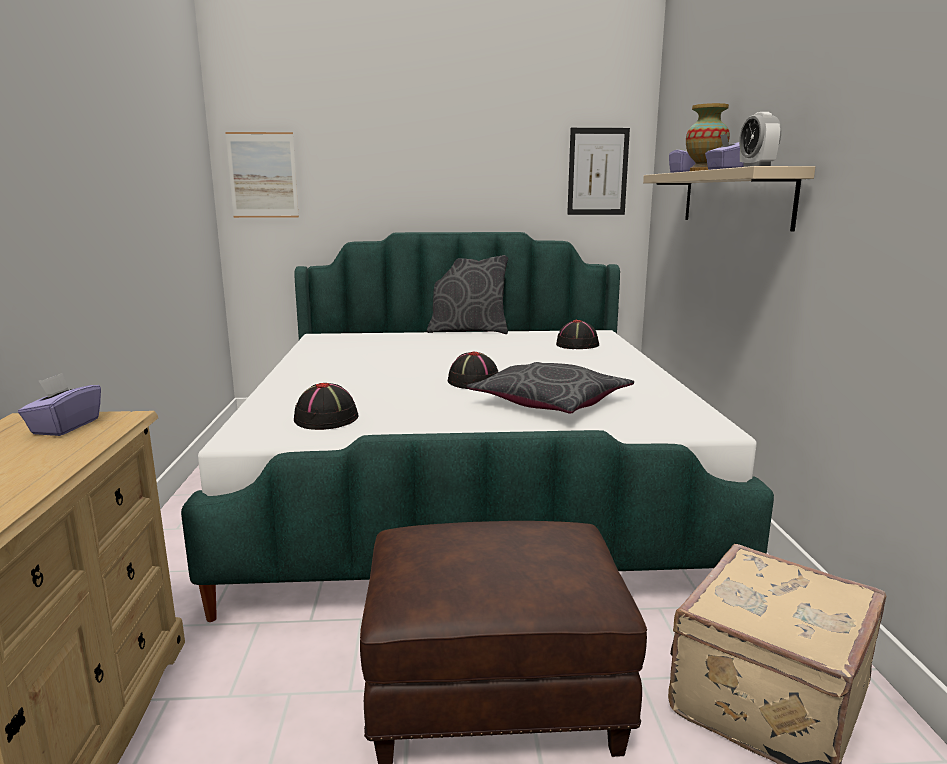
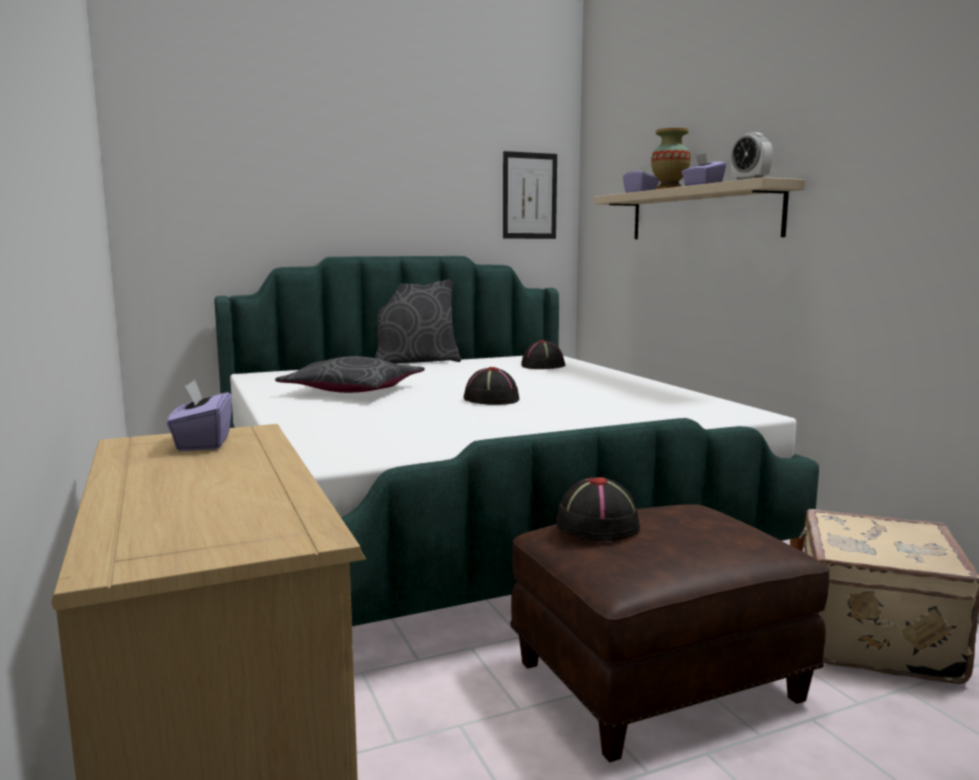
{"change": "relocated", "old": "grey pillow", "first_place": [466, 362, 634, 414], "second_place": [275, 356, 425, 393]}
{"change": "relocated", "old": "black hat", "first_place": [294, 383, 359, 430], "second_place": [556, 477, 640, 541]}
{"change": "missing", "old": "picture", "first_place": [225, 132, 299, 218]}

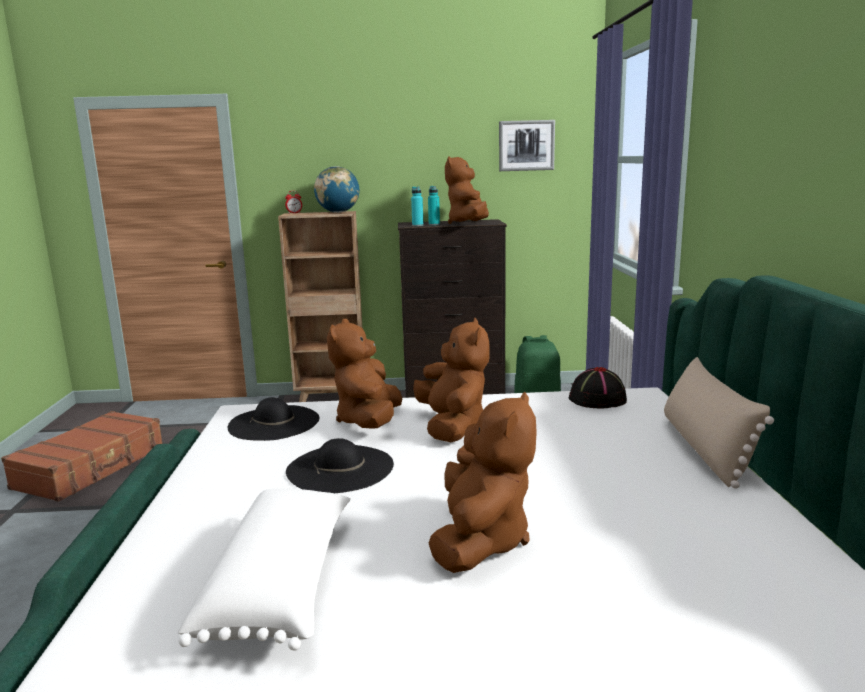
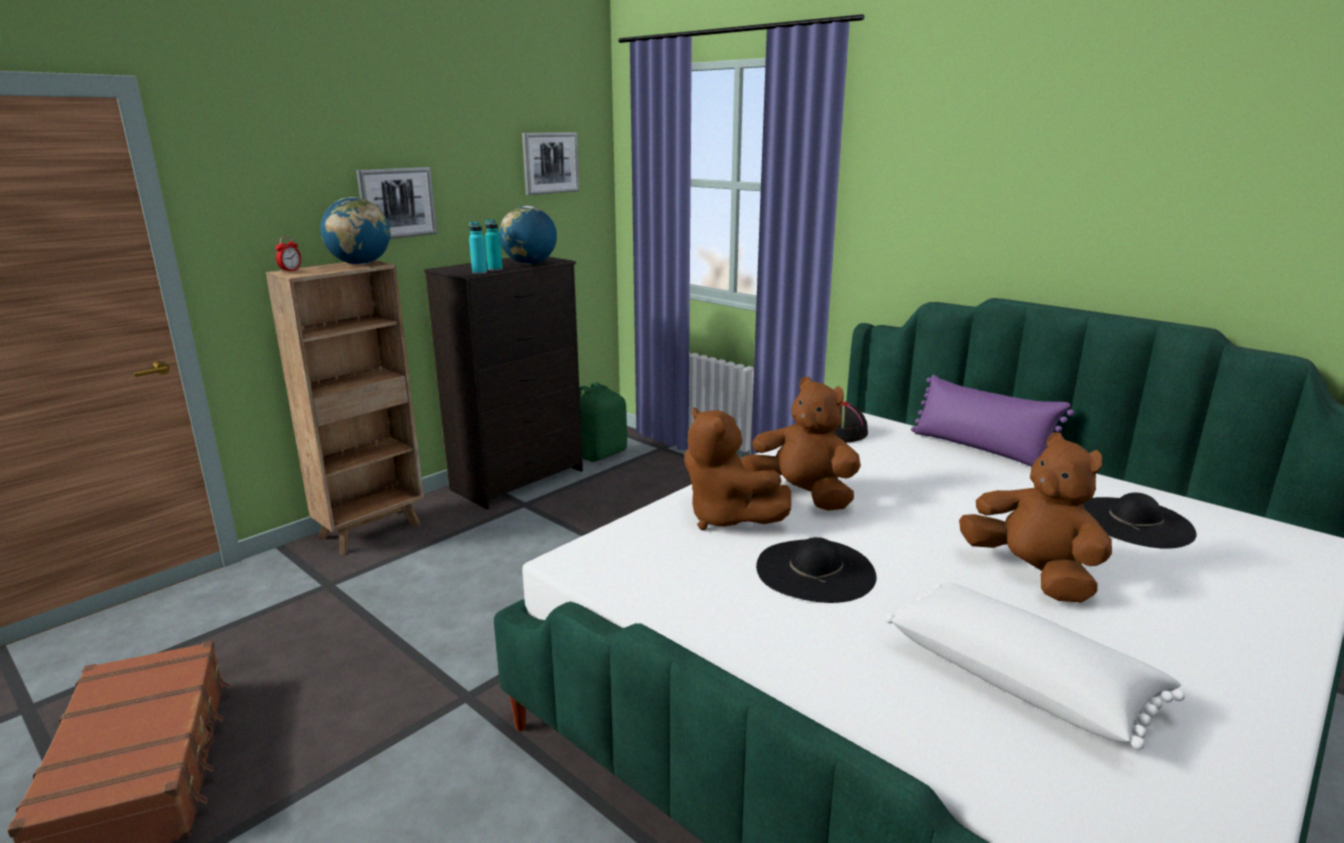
{"change": "appeared", "new": "picture", "second_place": [356, 167, 437, 239]}
{"change": "exchanged", "old": "brown plush toy", "new": "globe", "first_place": [445, 156, 489, 224], "second_place": [499, 206, 557, 264]}
{"change": "colour", "old": "beige pillow", "new": "purple pillow", "first_place": [664, 357, 774, 489], "second_place": [911, 375, 1074, 467]}
{"change": "relocated", "old": "black hat", "first_place": [228, 397, 320, 441], "second_place": [1083, 492, 1196, 549]}

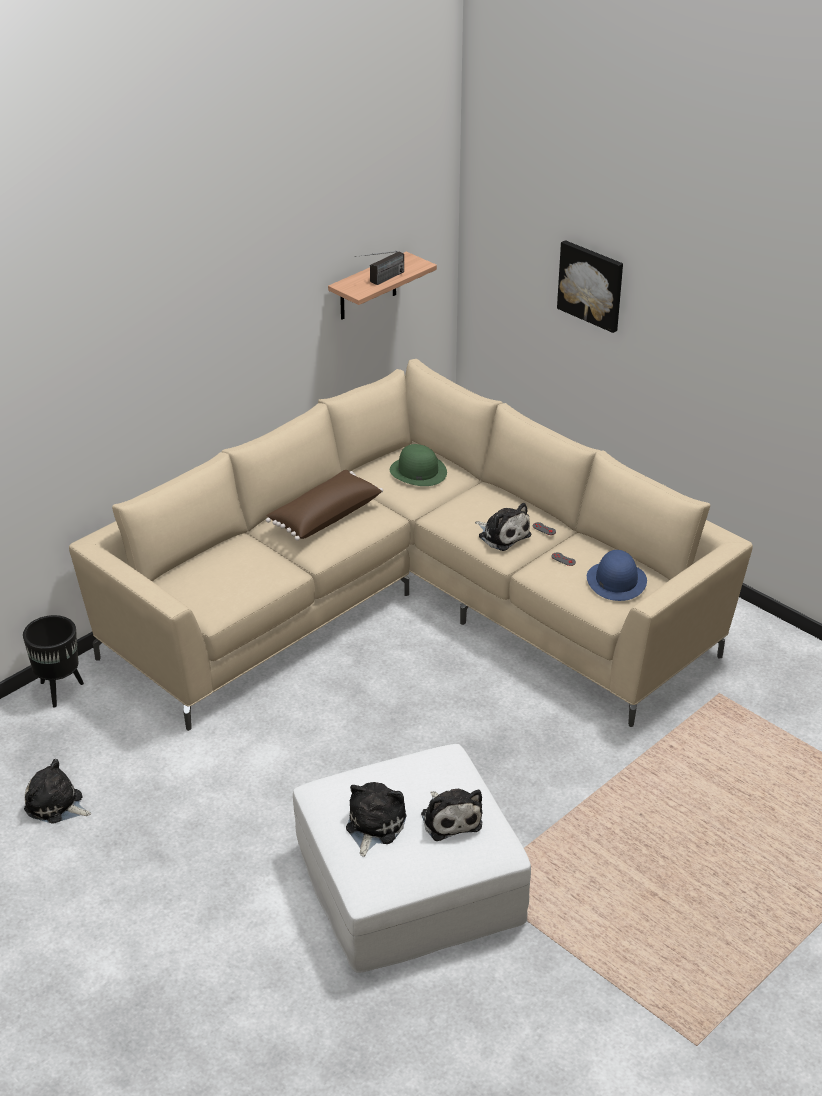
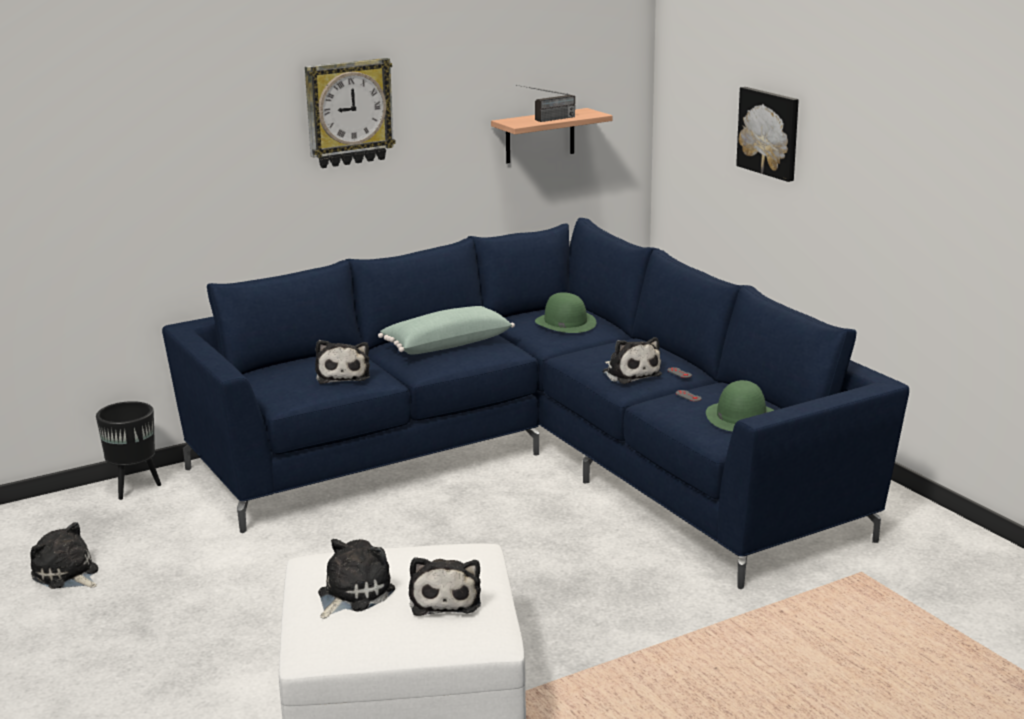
{"change": "colour", "old": "beige sofa", "new": "blue sofa", "first_place": [69, 359, 753, 731], "second_place": [162, 218, 909, 589]}
{"change": "appeared", "new": "wall clock", "second_place": [305, 58, 396, 168]}
{"change": "appeared", "new": "plush toy", "second_place": [315, 340, 370, 384]}
{"change": "colour", "old": "brown pillow", "new": "green pillow", "first_place": [266, 470, 383, 541], "second_place": [378, 306, 515, 355]}
{"change": "colour", "old": "blue hat", "new": "green hat", "first_place": [587, 550, 647, 601], "second_place": [706, 380, 774, 432]}

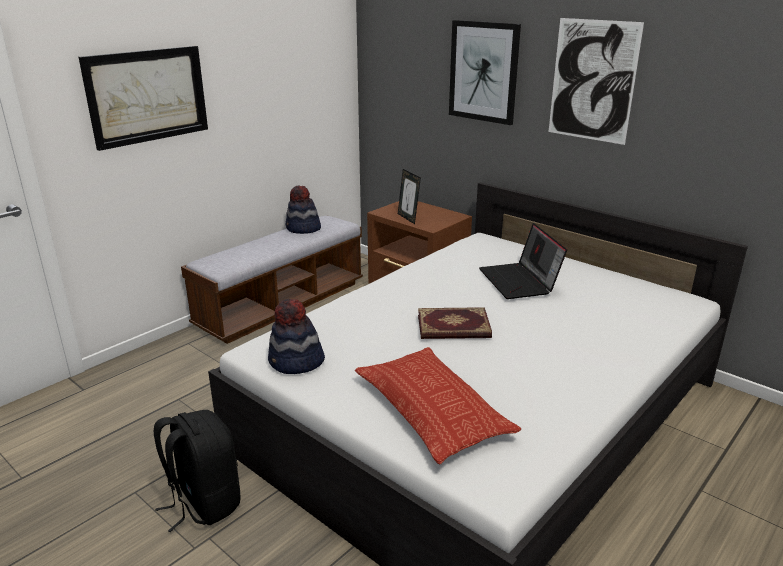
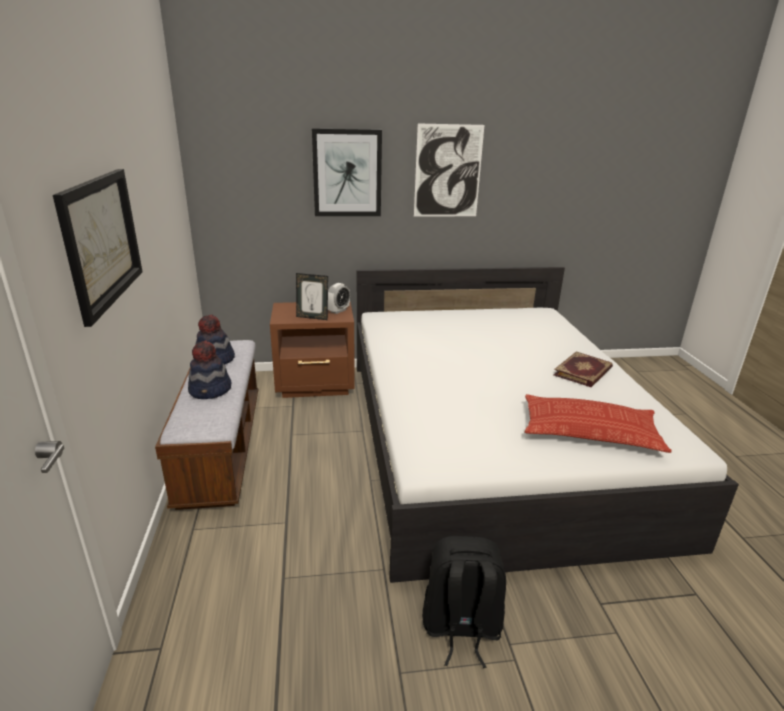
{"change": "relocated", "old": "hat", "first_place": [268, 299, 325, 374], "second_place": [188, 340, 231, 399]}
{"change": "appeared", "new": "alarm clock", "second_place": [328, 283, 350, 314]}
{"change": "relocated", "old": "book", "first_place": [418, 307, 492, 339], "second_place": [554, 351, 613, 387]}
{"change": "missing", "old": "laptop", "first_place": [479, 223, 567, 299]}

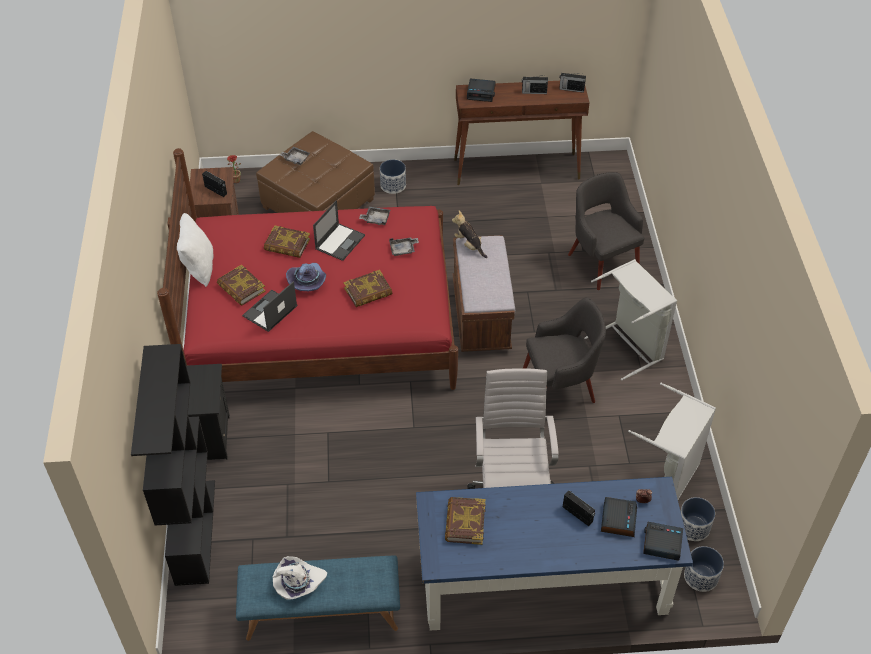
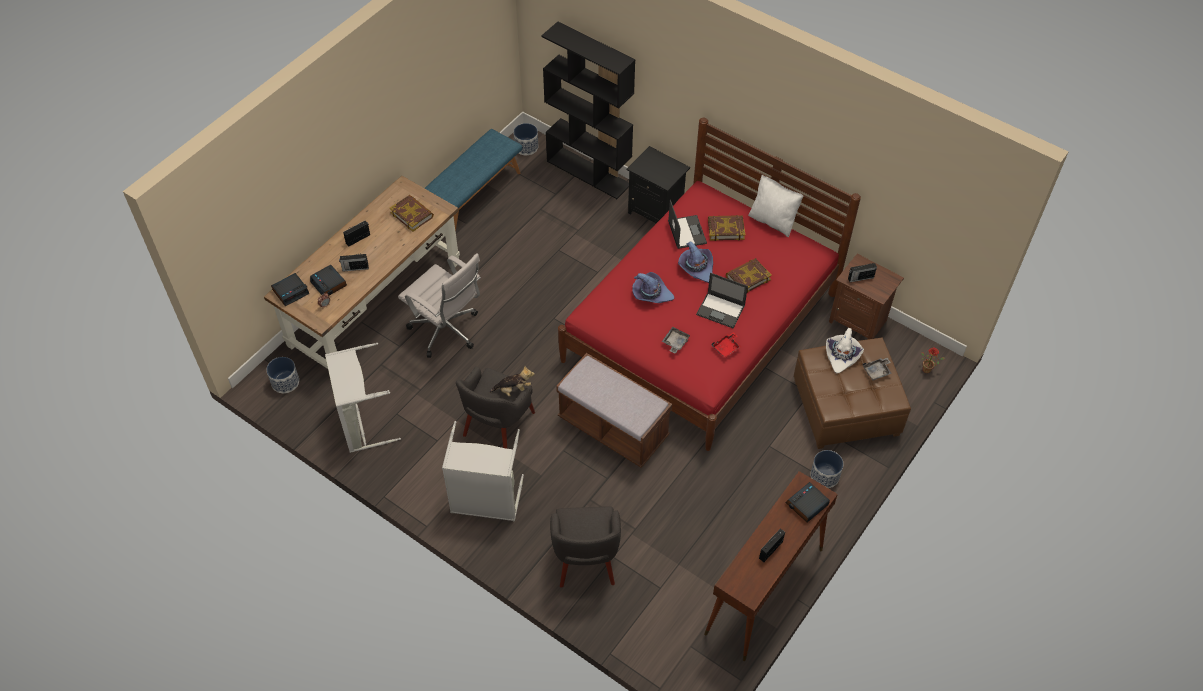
{"change": "colour", "old": "blue desk", "new": "brown desk", "first_place": [416, 477, 693, 631], "second_place": [264, 176, 460, 369]}
{"change": "relocated", "old": "radio", "first_place": [559, 73, 586, 93], "second_place": [343, 221, 370, 247]}
{"change": "relocated", "old": "plush toy", "first_place": [452, 211, 487, 258], "second_place": [489, 366, 535, 397]}
{"change": "relocated", "old": "planter", "first_place": [681, 497, 715, 541], "second_place": [513, 123, 538, 155]}
{"change": "spun", "old": "grey armchair", "first_place": [568, 172, 644, 290], "second_place": [550, 506, 621, 588], "degrees": 75}
{"change": "exchanged", "old": "book", "new": "purple hat", "first_place": [344, 270, 392, 307], "second_place": [632, 272, 674, 303]}
{"change": "spun", "old": "laptop", "first_place": [313, 200, 365, 261], "second_place": [696, 273, 748, 328], "degrees": -45}
{"change": "colour", "old": "grey tray", "new": "red tray", "first_place": [359, 207, 390, 225], "second_place": [712, 332, 742, 358]}
{"change": "relocated", "old": "white hat", "first_place": [273, 556, 327, 600], "second_place": [826, 328, 864, 374]}

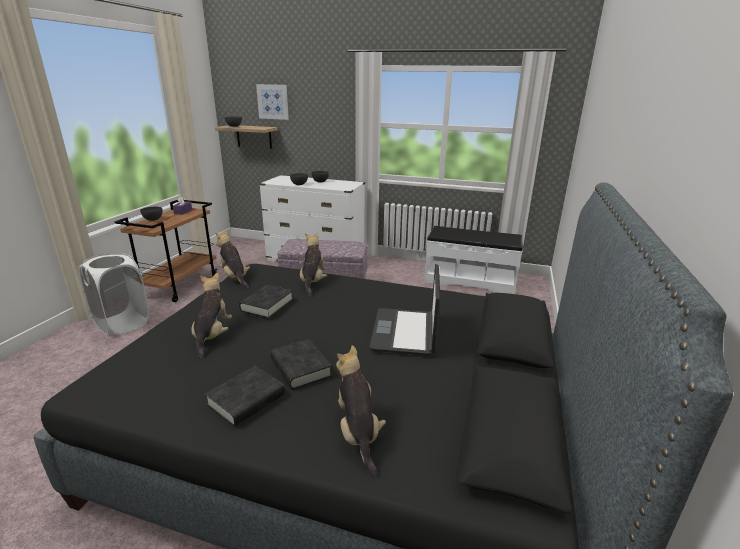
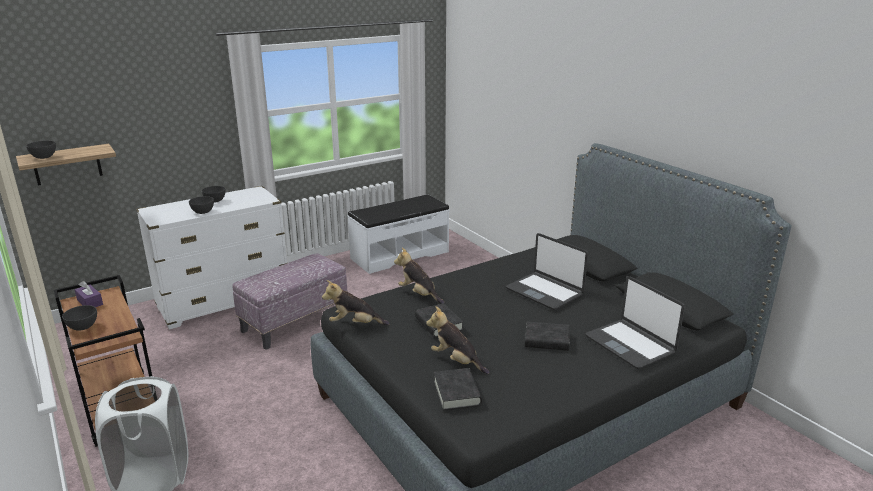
{"change": "relocated", "old": "black book", "first_place": [205, 366, 285, 427], "second_place": [434, 368, 482, 411]}
{"change": "exchanged", "old": "plush toy", "new": "laptop", "first_place": [336, 345, 386, 476], "second_place": [586, 276, 685, 369]}
{"change": "missing", "old": "picture", "first_place": [256, 84, 289, 120]}

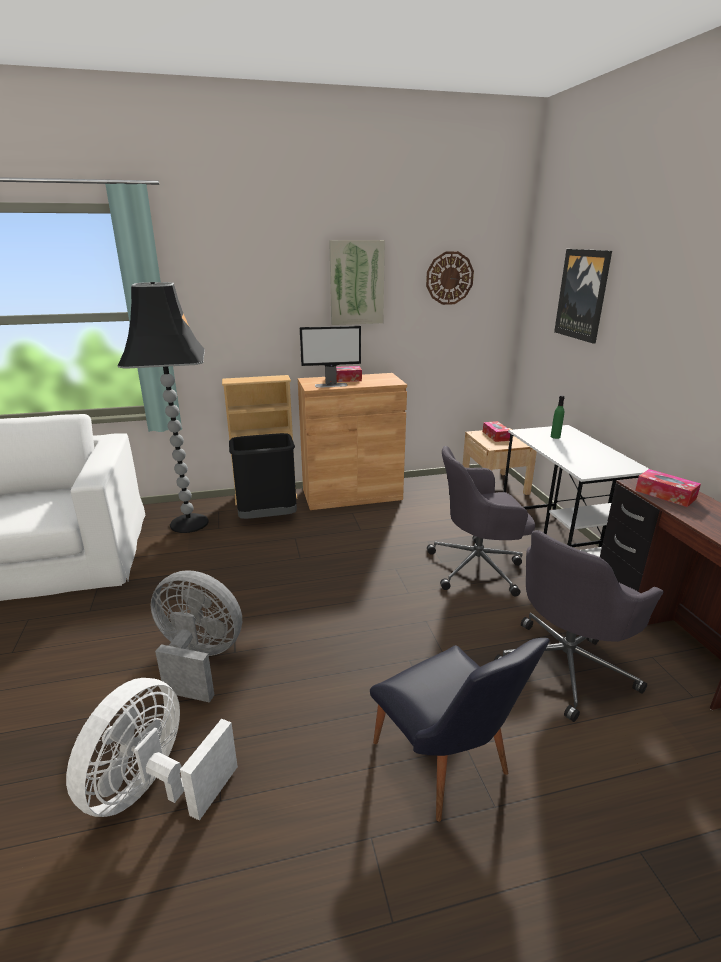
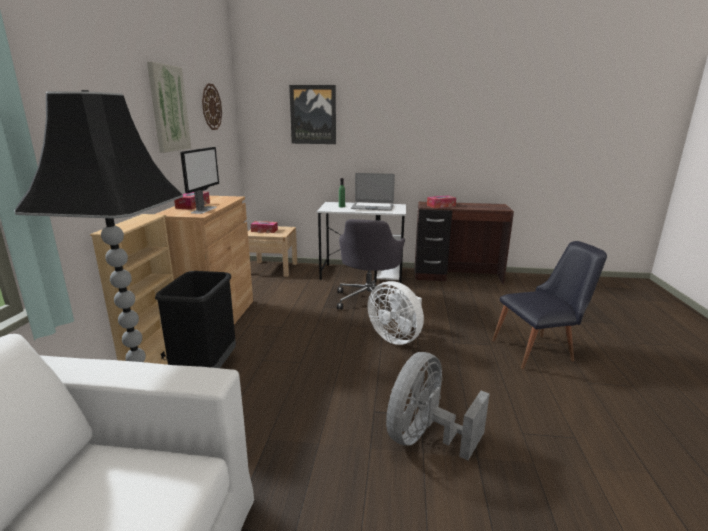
{"change": "appeared", "new": "laptop", "second_place": [351, 173, 395, 211]}
{"change": "relocated", "old": "white fan", "first_place": [66, 678, 238, 821], "second_place": [367, 281, 424, 345]}
{"change": "missing", "old": "grey office chair", "first_place": [494, 530, 664, 722]}

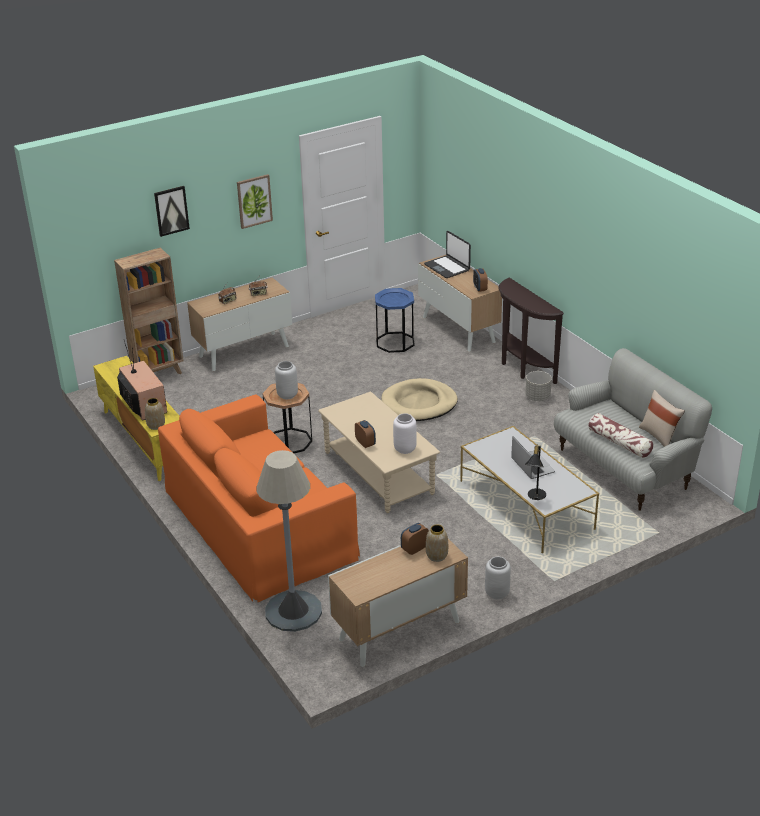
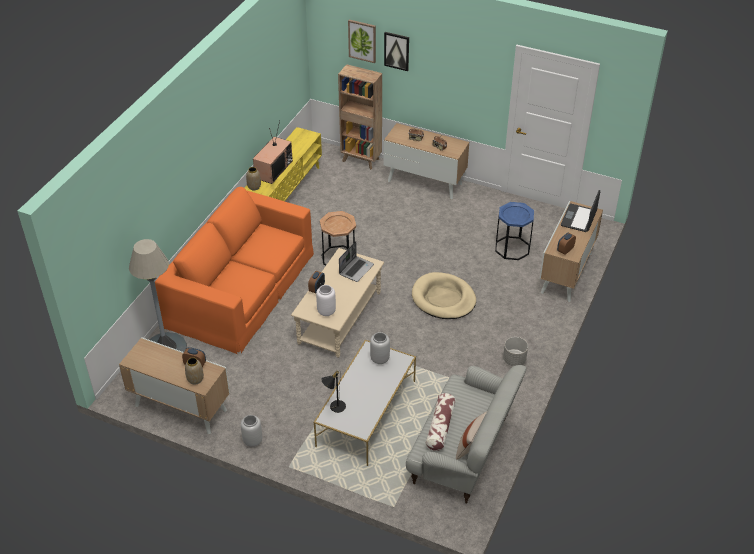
{"change": "relocated", "old": "laptop", "first_place": [511, 436, 555, 479], "second_place": [339, 241, 374, 282]}
{"change": "relocated", "old": "picture", "first_place": [237, 174, 273, 229], "second_place": [348, 20, 376, 63]}
{"change": "relocated", "old": "grey vase", "first_place": [275, 361, 298, 399], "second_place": [370, 332, 390, 364]}
{"change": "missing", "old": "brown console table", "first_place": [498, 278, 564, 384]}

